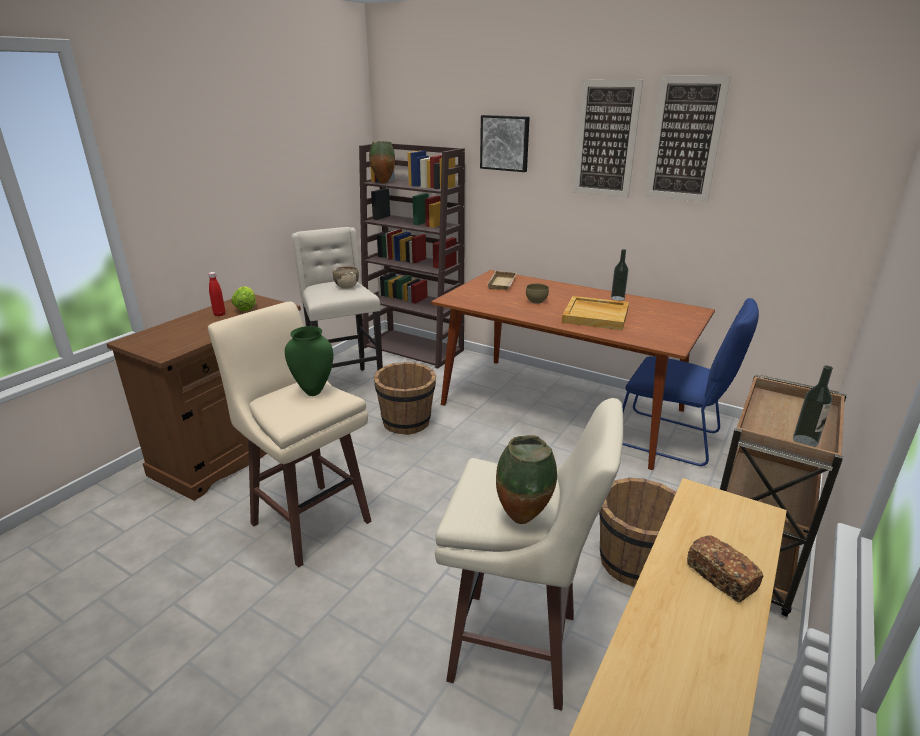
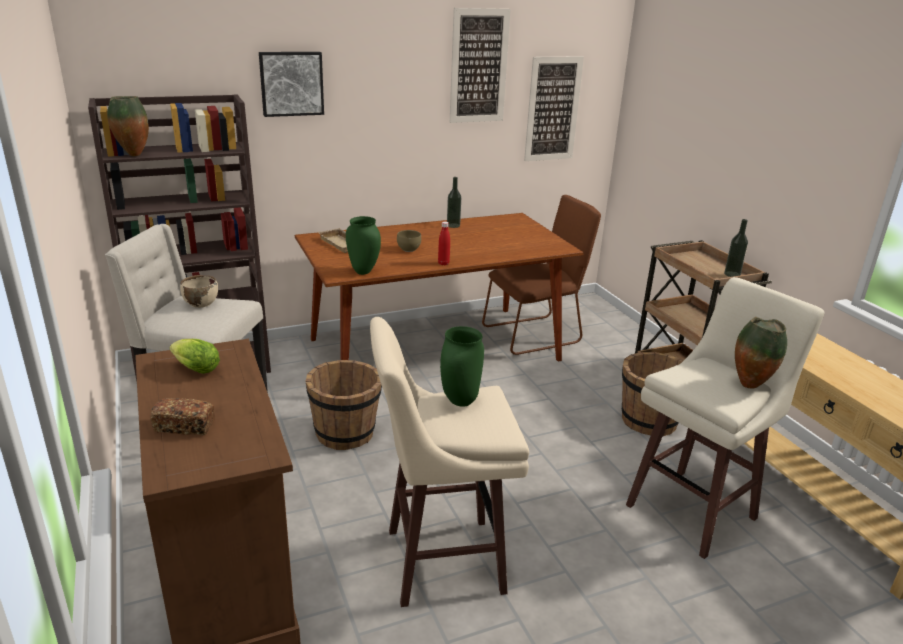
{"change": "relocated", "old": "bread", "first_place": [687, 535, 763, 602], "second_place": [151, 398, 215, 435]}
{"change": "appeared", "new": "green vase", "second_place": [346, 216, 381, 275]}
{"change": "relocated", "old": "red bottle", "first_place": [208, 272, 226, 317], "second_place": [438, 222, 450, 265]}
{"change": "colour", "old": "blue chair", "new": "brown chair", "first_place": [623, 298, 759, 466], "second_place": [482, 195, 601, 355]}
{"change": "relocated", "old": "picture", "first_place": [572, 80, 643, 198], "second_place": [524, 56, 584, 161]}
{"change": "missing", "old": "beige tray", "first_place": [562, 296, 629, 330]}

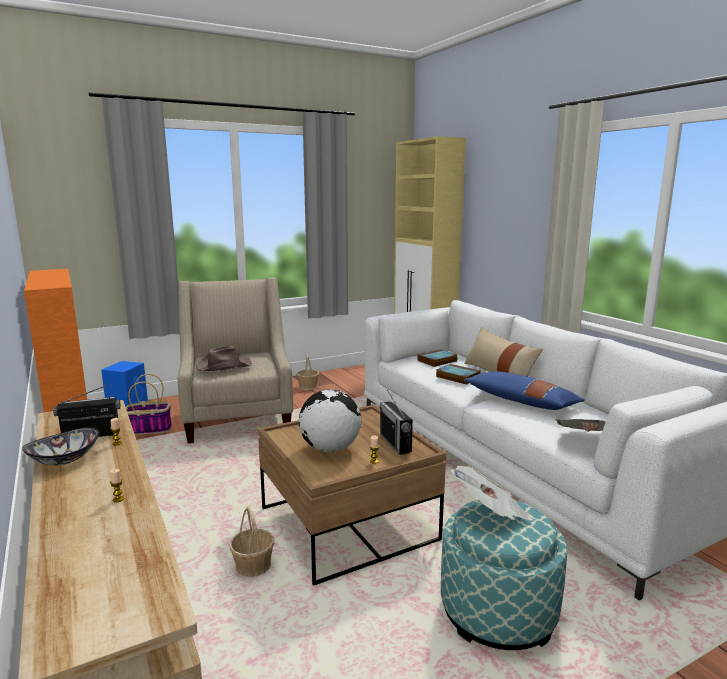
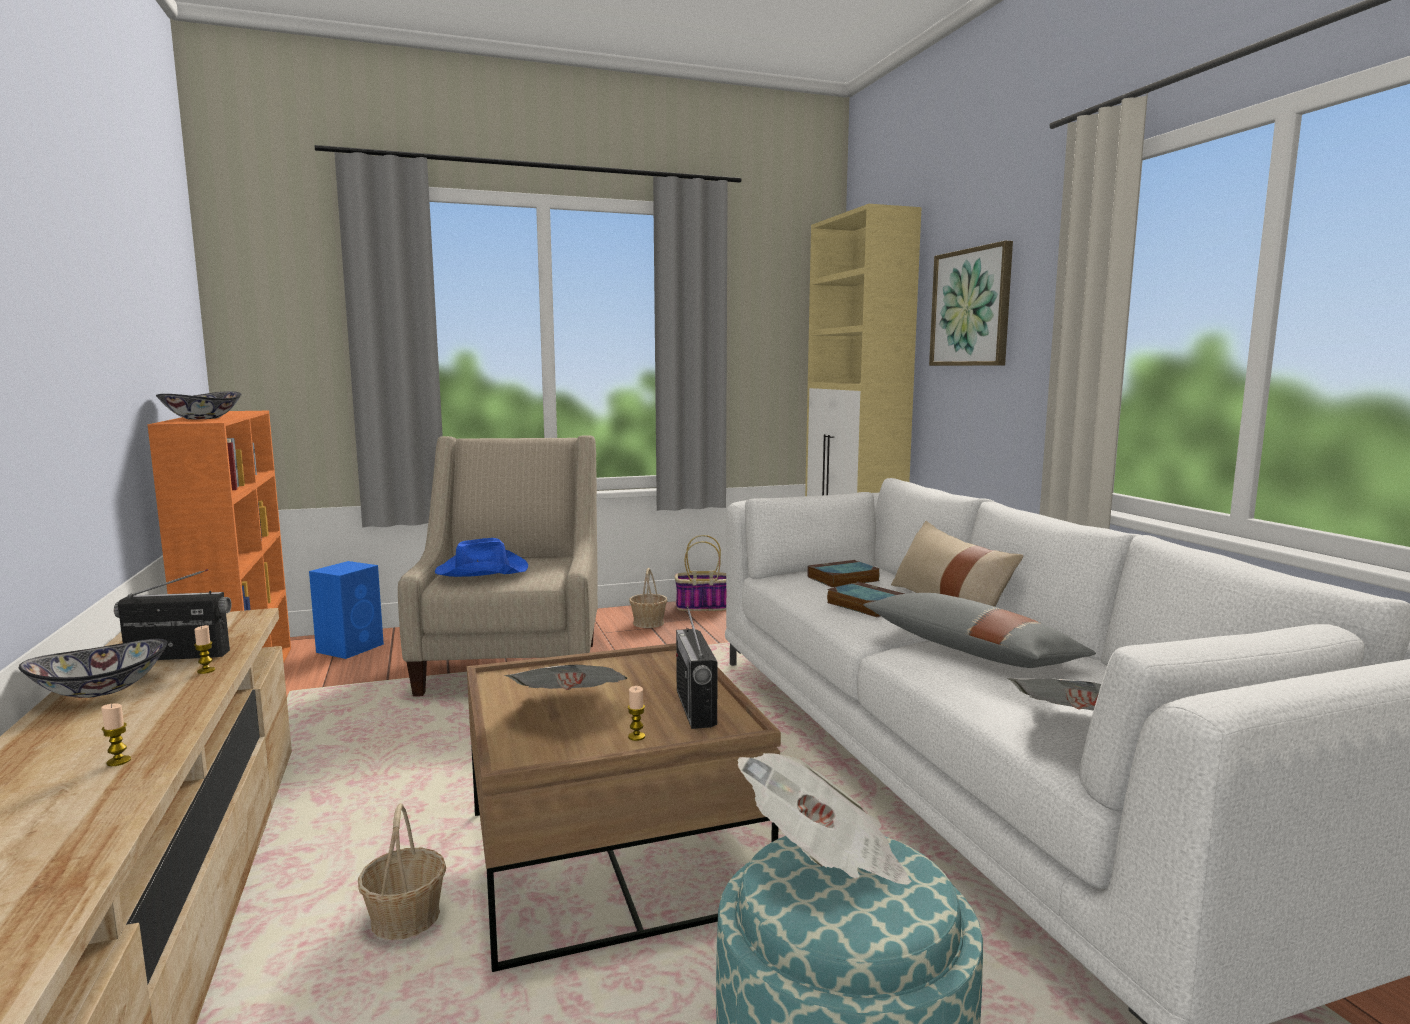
{"change": "appeared", "new": "bowl", "second_place": [156, 391, 242, 420]}
{"change": "colour", "old": "brown hat", "new": "blue hat", "first_place": [196, 346, 252, 371], "second_place": [435, 538, 528, 577]}
{"change": "exchanged", "old": "globe", "new": "newspaper", "first_place": [299, 389, 361, 452], "second_place": [504, 665, 628, 690]}
{"change": "relocated", "old": "basket", "first_place": [126, 374, 172, 435], "second_place": [675, 535, 726, 611]}
{"change": "colour", "old": "blue pillow", "new": "grey pillow", "first_place": [464, 372, 585, 410], "second_place": [864, 593, 1096, 668]}
{"change": "appeared", "new": "picture", "second_place": [929, 241, 1013, 366]}

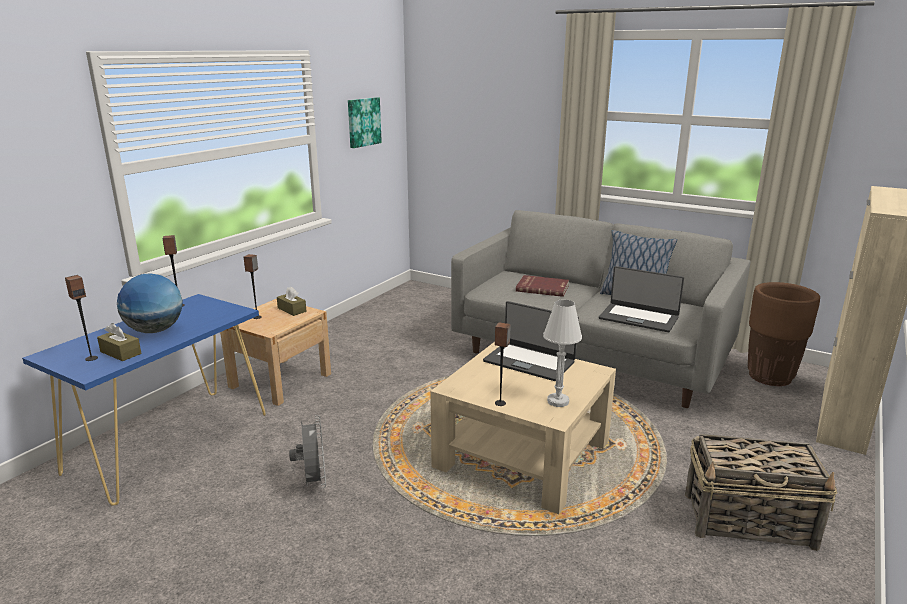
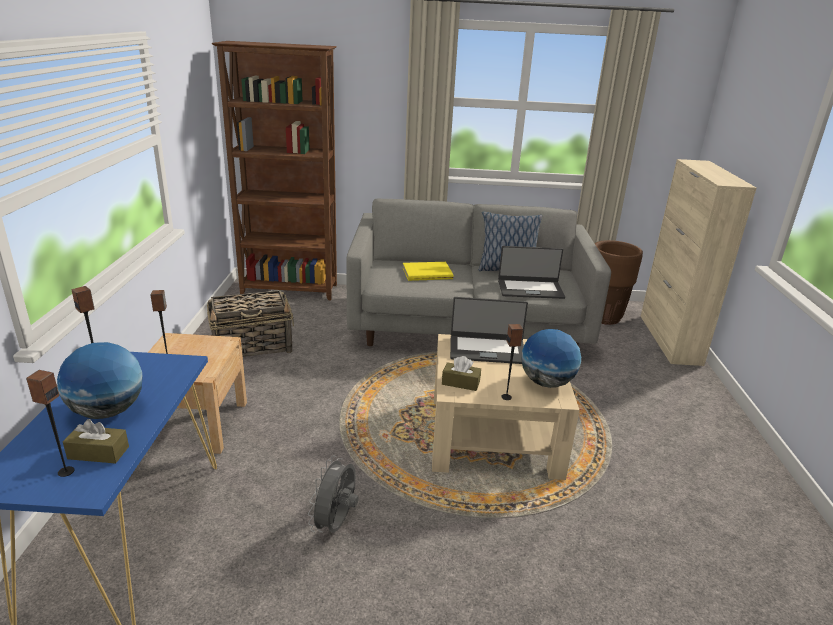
{"change": "relocated", "old": "basket", "first_place": [685, 434, 837, 551], "second_place": [207, 290, 294, 357]}
{"change": "appeared", "new": "brown bookcase", "second_place": [212, 41, 337, 300]}
{"change": "spun", "old": "grey fan", "first_place": [289, 415, 326, 489], "second_place": [308, 455, 359, 533], "degrees": -120}
{"change": "colour", "old": "red book", "new": "yellow book", "first_place": [516, 275, 569, 297], "second_place": [403, 262, 453, 281]}
{"change": "relocated", "old": "brown tissue box", "first_place": [277, 287, 307, 316], "second_place": [442, 356, 481, 391]}
{"change": "exchanged", "old": "white table lamp", "new": "globe", "first_place": [543, 300, 582, 407], "second_place": [521, 329, 581, 388]}
{"change": "missing", "old": "picture", "first_place": [348, 97, 382, 148]}

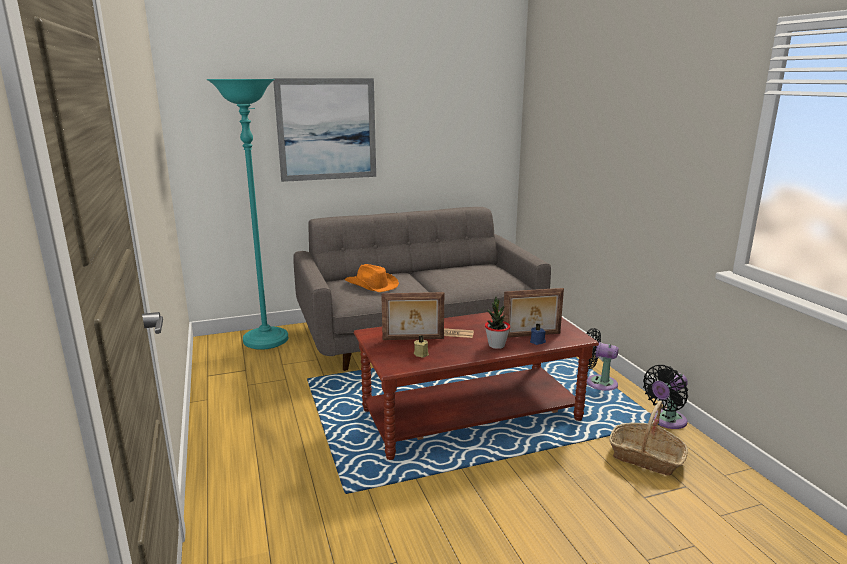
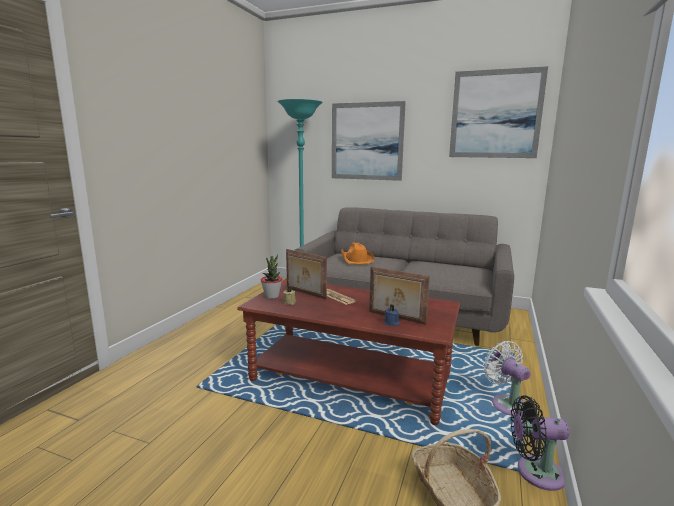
{"change": "relocated", "old": "potted plant", "first_place": [485, 296, 510, 349], "second_place": [261, 254, 282, 299]}
{"change": "appeared", "new": "picture", "second_place": [449, 66, 548, 158]}
{"change": "colour", "old": "black fan", "new": "white fan", "first_place": [587, 328, 619, 391], "second_place": [483, 341, 531, 417]}

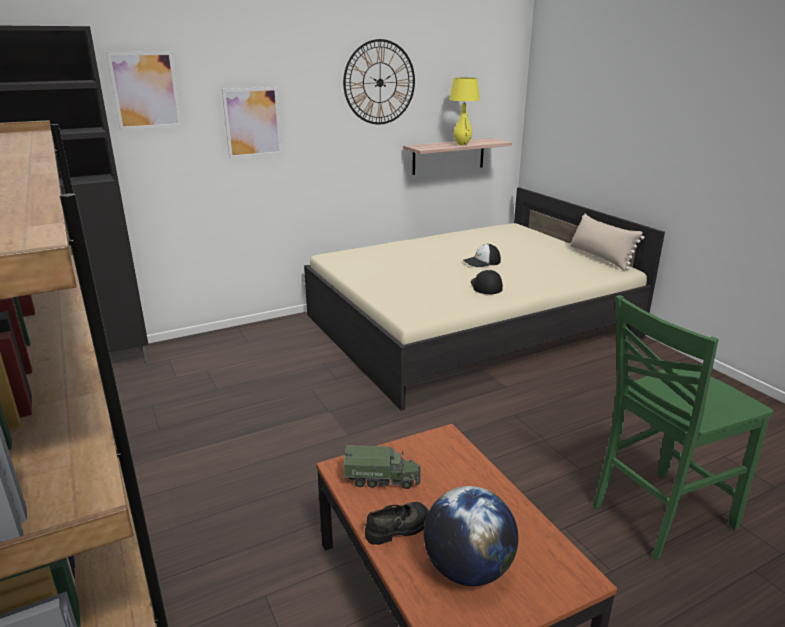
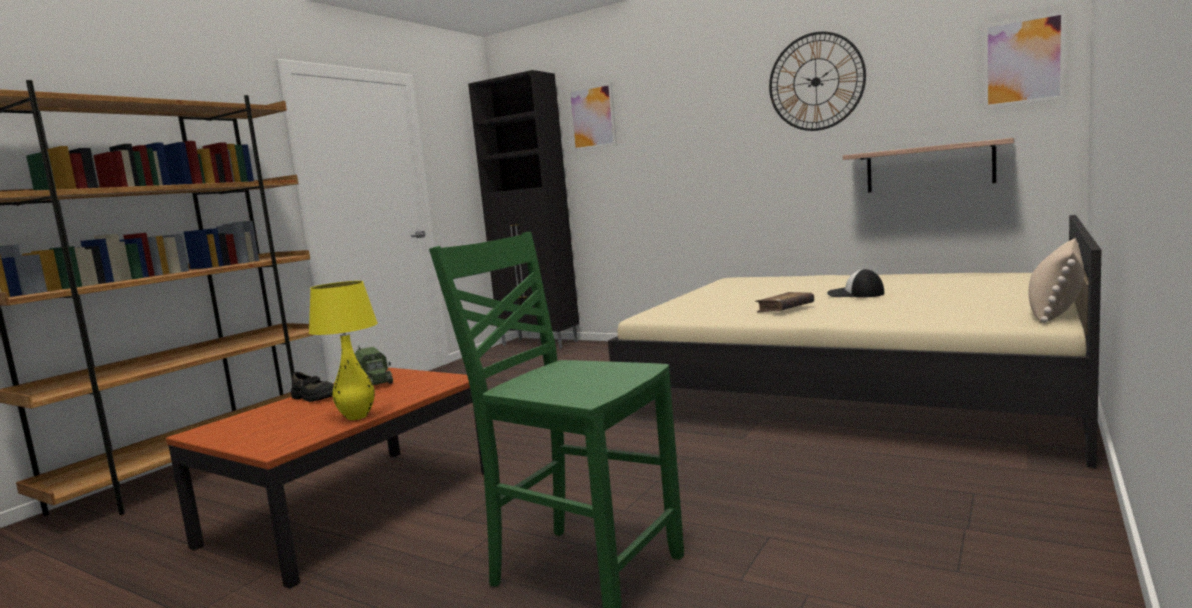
{"change": "relocated", "old": "yellow table lamp", "first_place": [449, 77, 480, 145], "second_place": [309, 281, 378, 420]}
{"change": "exchanged", "old": "cap", "new": "brown book", "first_place": [471, 270, 503, 294], "second_place": [755, 292, 814, 313]}
{"change": "relocated", "old": "picture", "first_place": [222, 87, 282, 159], "second_place": [984, 10, 1066, 109]}
{"change": "missing", "old": "globe", "first_place": [424, 486, 518, 586]}

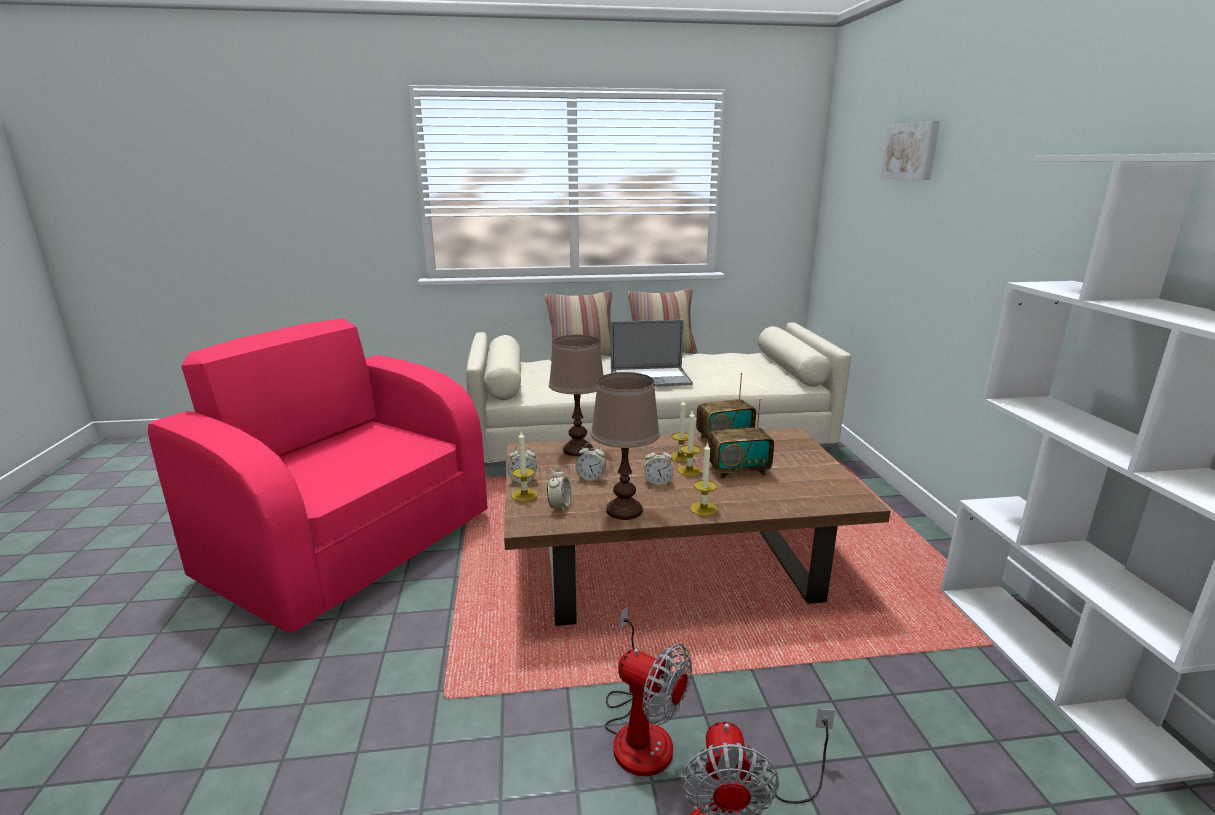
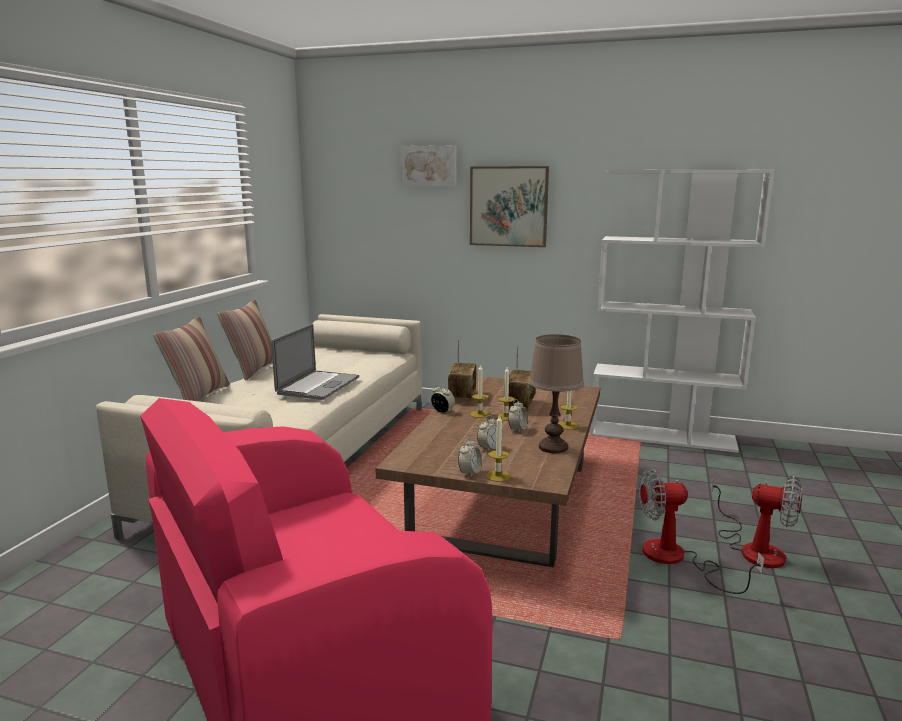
{"change": "relocated", "old": "alarm clock", "first_place": [547, 468, 571, 511], "second_place": [431, 384, 455, 413]}
{"change": "appeared", "new": "picture", "second_place": [470, 166, 549, 247]}
{"change": "spun", "old": "fan", "first_place": [605, 606, 692, 776], "second_place": [639, 469, 764, 594], "degrees": -150}
{"change": "missing", "old": "brown table lamp", "first_place": [549, 335, 604, 457]}

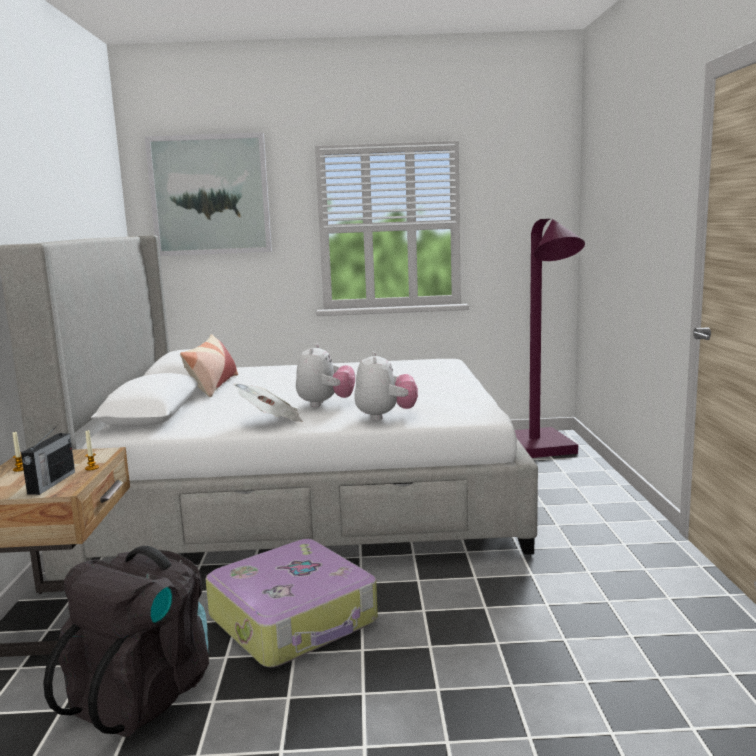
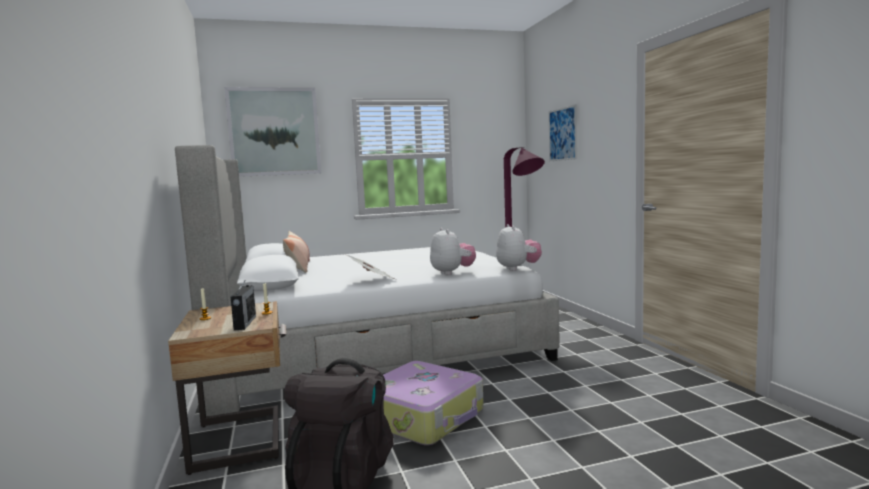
{"change": "relocated", "old": "plush toy", "first_place": [296, 344, 355, 407], "second_place": [496, 224, 542, 271]}
{"change": "appeared", "new": "picture", "second_place": [549, 104, 577, 161]}

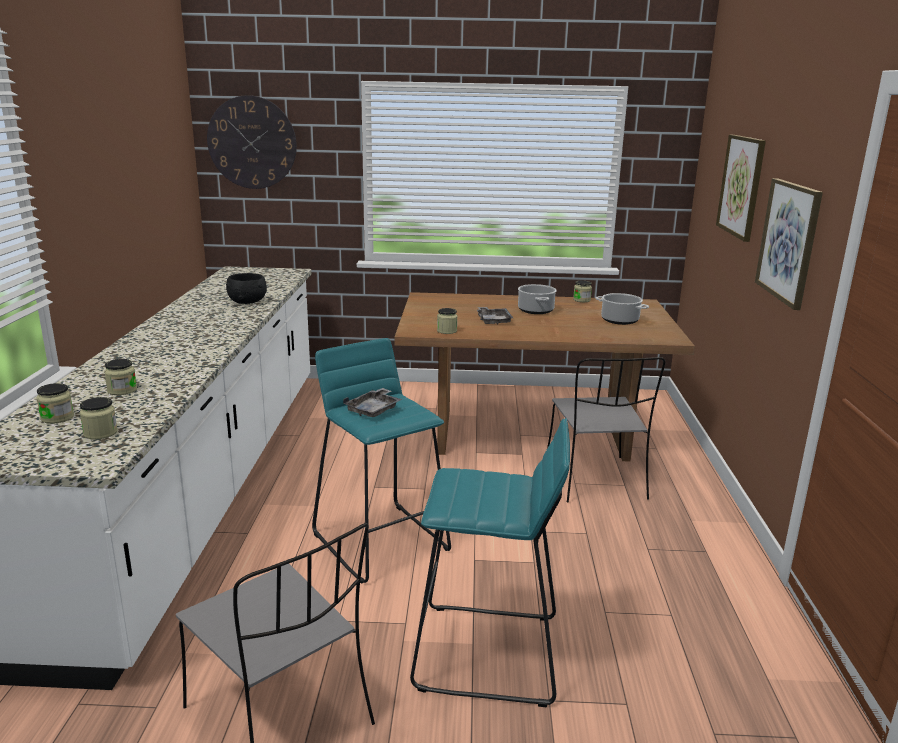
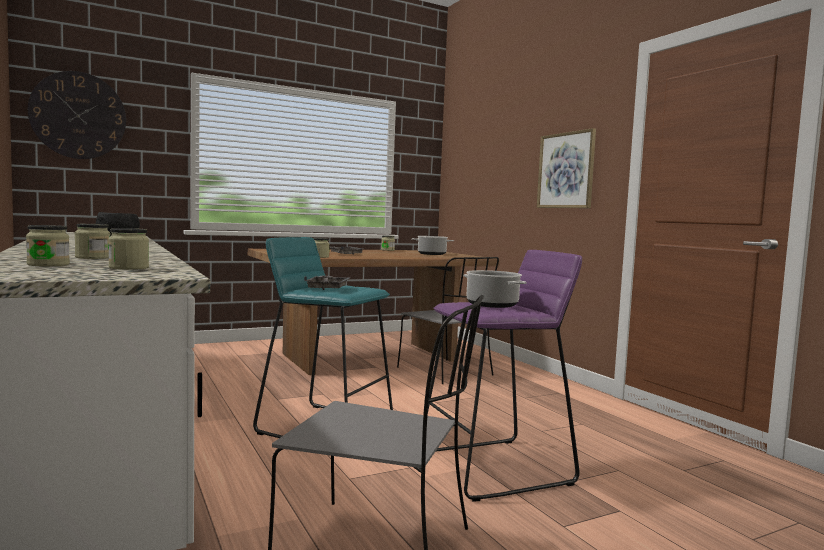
{"change": "colour", "old": "turquoise stool", "new": "purple stool", "first_place": [410, 418, 570, 707], "second_place": [428, 250, 582, 502]}
{"change": "relocated", "old": "cooking pot", "first_place": [518, 284, 557, 314], "second_place": [463, 270, 527, 308]}
{"change": "missing", "old": "picture", "first_place": [716, 135, 766, 242]}

